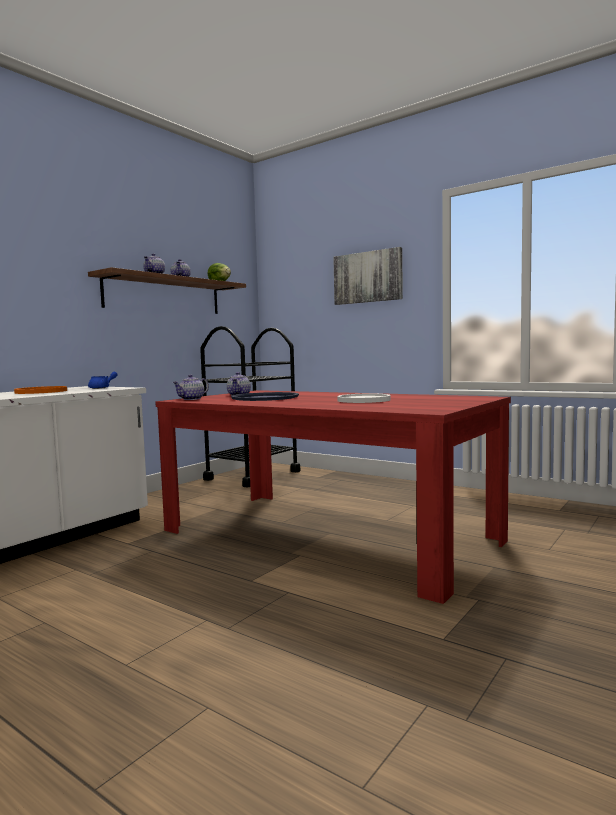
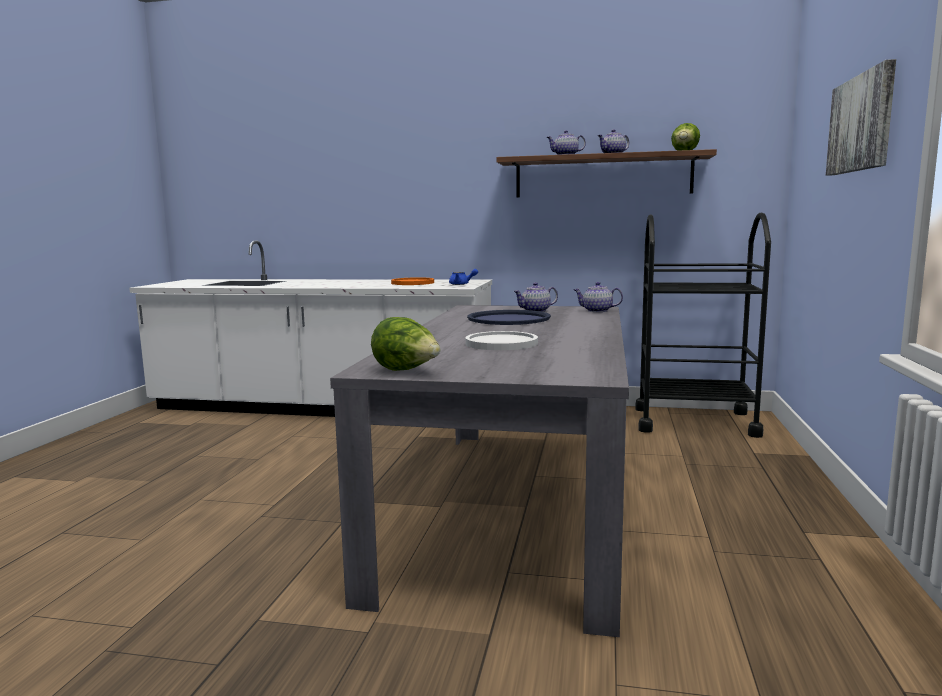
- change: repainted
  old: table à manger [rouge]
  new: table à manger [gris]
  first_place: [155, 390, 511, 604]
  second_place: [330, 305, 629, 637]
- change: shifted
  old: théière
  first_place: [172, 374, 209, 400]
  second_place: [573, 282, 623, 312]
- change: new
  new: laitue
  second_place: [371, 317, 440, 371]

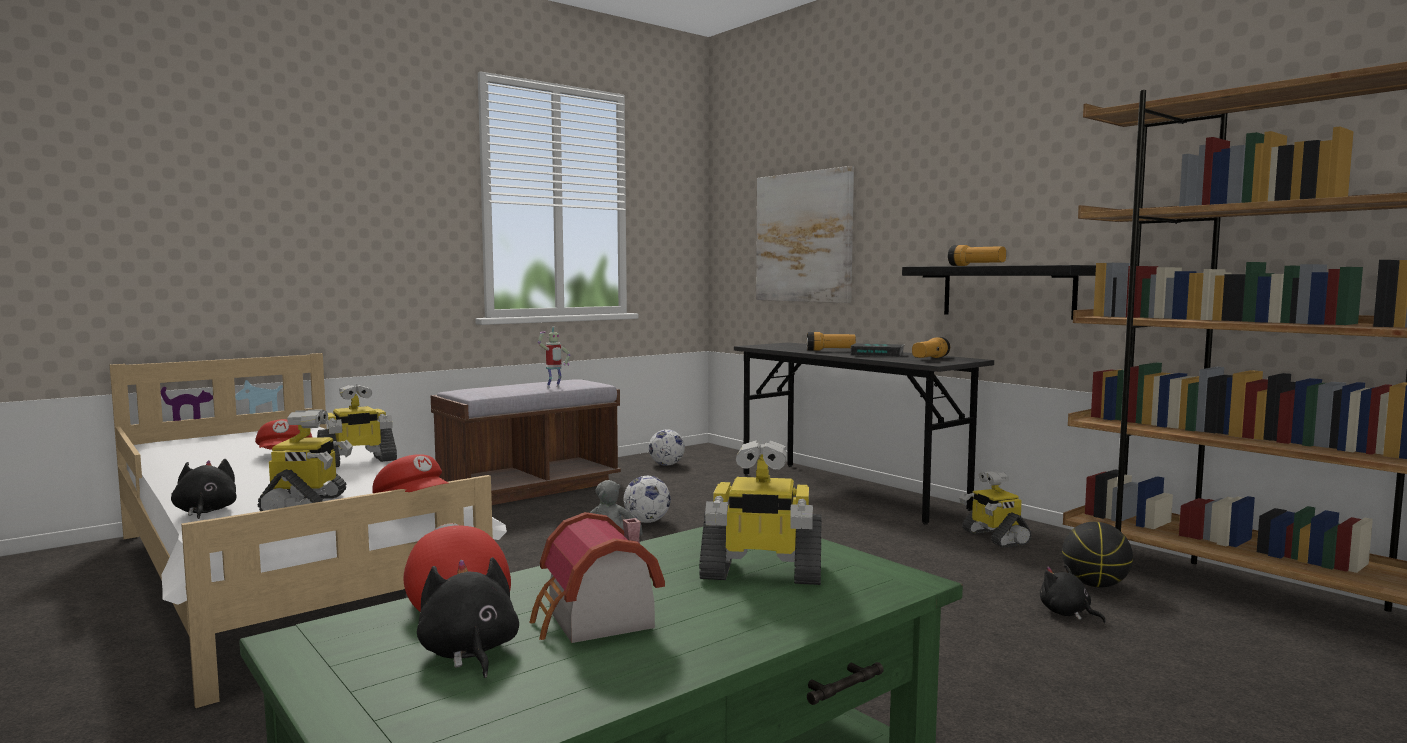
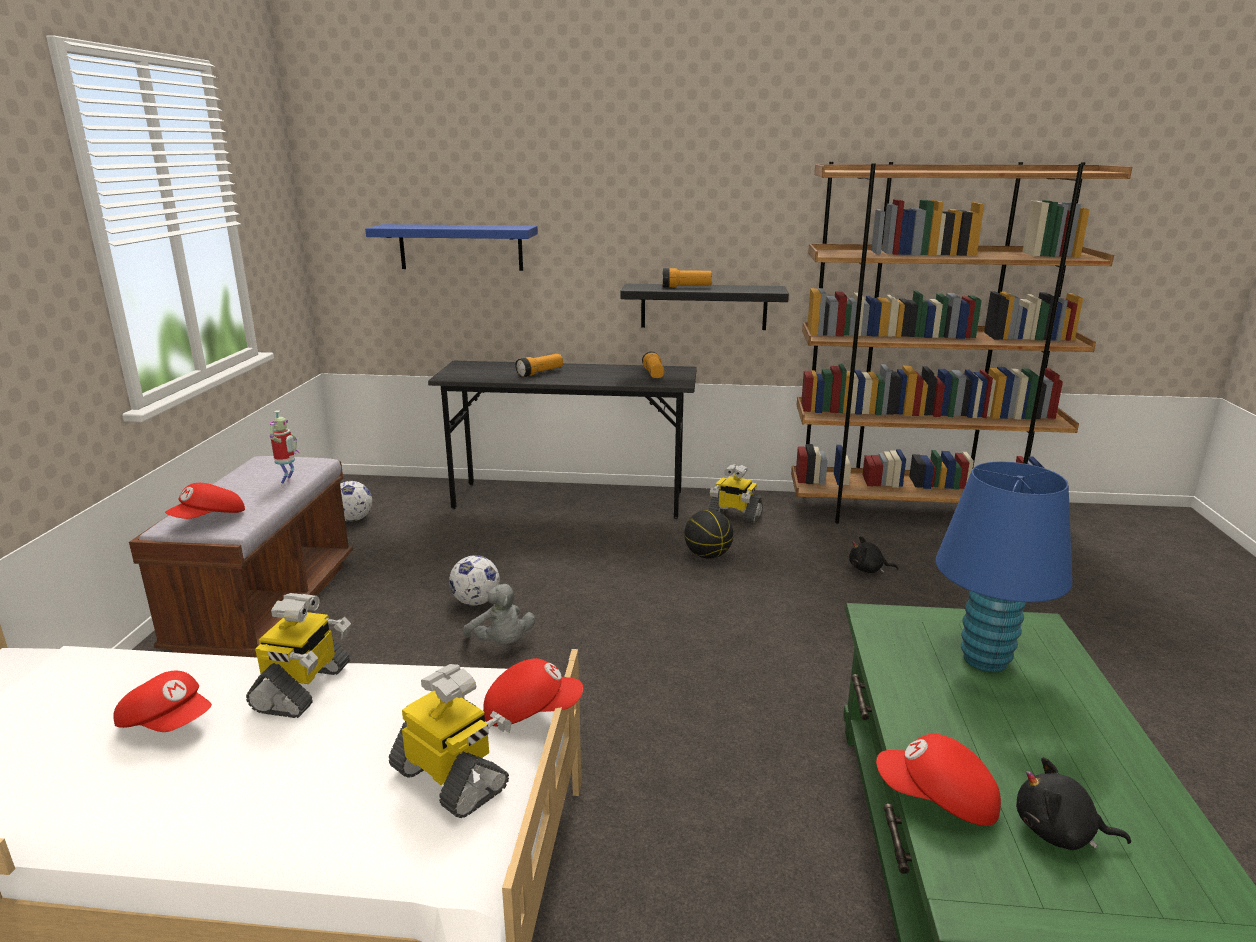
- change: gone
  old: peluche [noir]
  first_place: [171, 459, 237, 519]
- change: gone
  old: maison miniature
  first_place: [529, 512, 665, 643]
- change: swapped
  old: robot jouet
  new: lampe de table [bleu]
  first_place: [699, 440, 822, 585]
  second_place: [936, 462, 1072, 672]
- change: swapped
  old: tableau
  new: étagère [bleu]
  first_place: [756, 166, 854, 303]
  second_place: [365, 224, 538, 271]
- change: gone
  old: livre
  first_place: [851, 343, 904, 357]
- change: shifted
  old: ballon de basket
  first_place: [1062, 522, 1133, 587]
  second_place: [684, 510, 733, 559]
- change: new
  new: casquette [rouge]
  second_place: [165, 483, 245, 519]

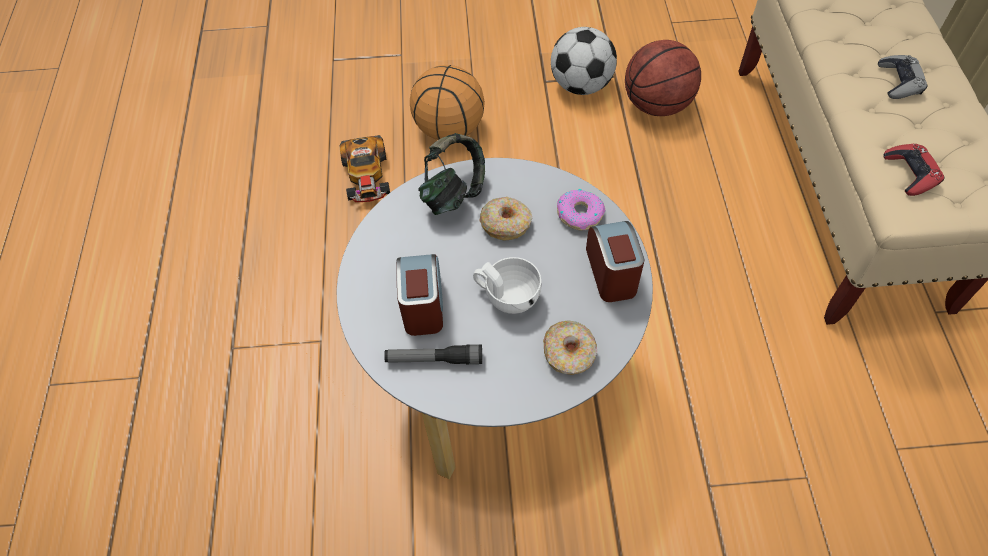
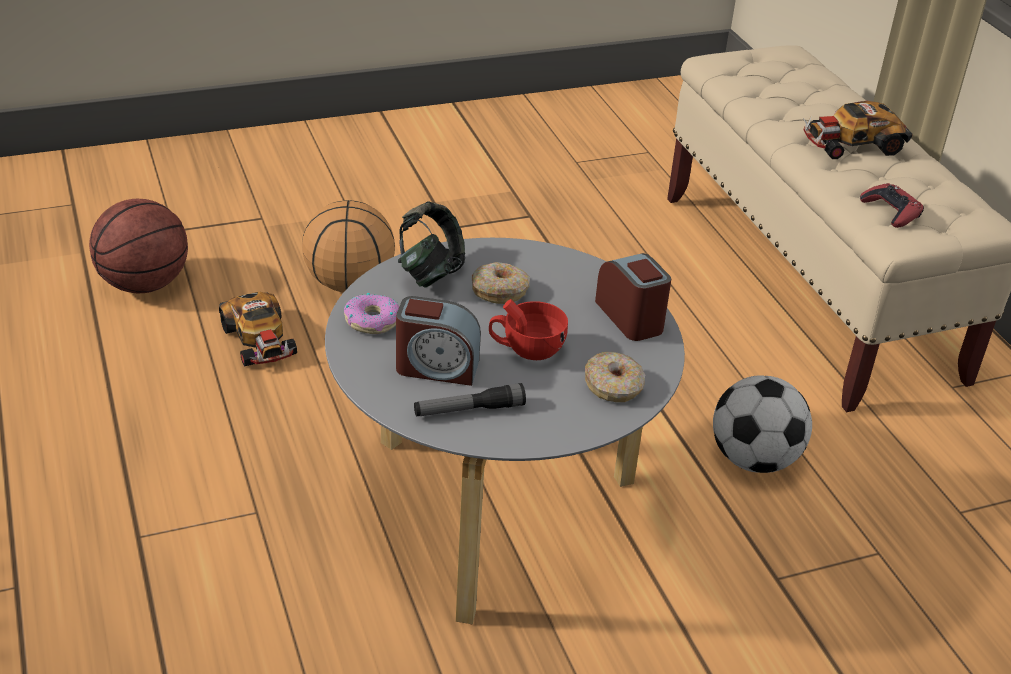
- change: rotated
  old: réveil
  first_place: [396, 254, 443, 336]
  second_place: [396, 296, 481, 386]
  degrees: 120
- change: repainted
  old: tasse [blanc]
  new: tasse [rouge]
  first_place: [473, 257, 541, 314]
  second_place: [489, 299, 568, 360]
- change: shifted
  old: ballon de foot
  first_place: [551, 27, 617, 95]
  second_place: [713, 375, 812, 473]
- change: shifted
  old: beignet
  first_place: [557, 189, 605, 230]
  second_place: [344, 293, 399, 334]
- change: shifted
  old: ballon de basket
  first_place: [625, 40, 701, 116]
  second_place: [89, 199, 188, 293]
- change: swapped
  old: manette [gris]
  new: petite voiture
  first_place: [878, 55, 927, 99]
  second_place: [803, 101, 912, 159]

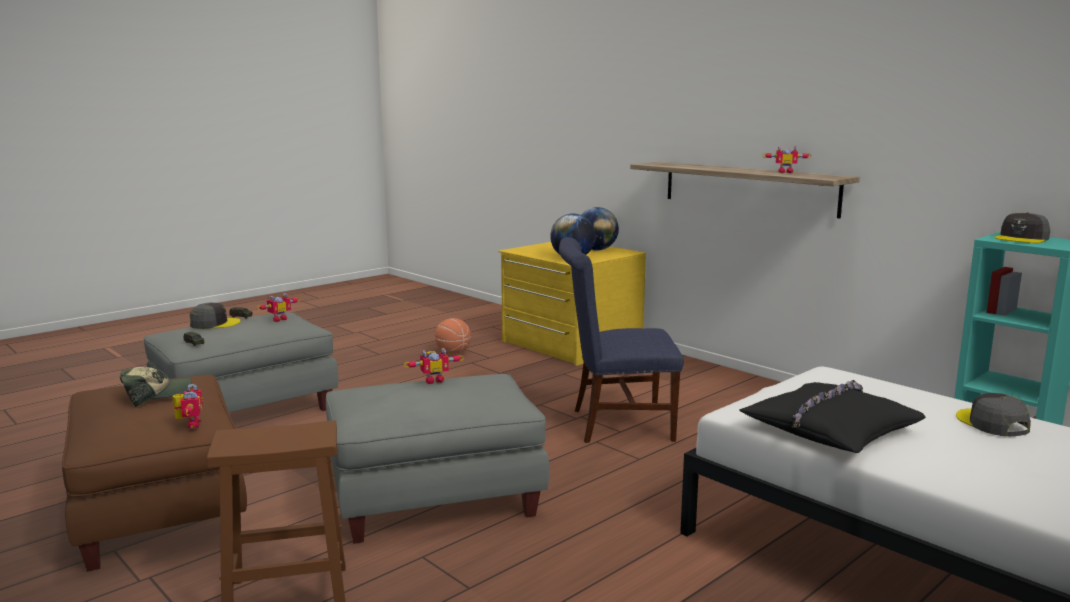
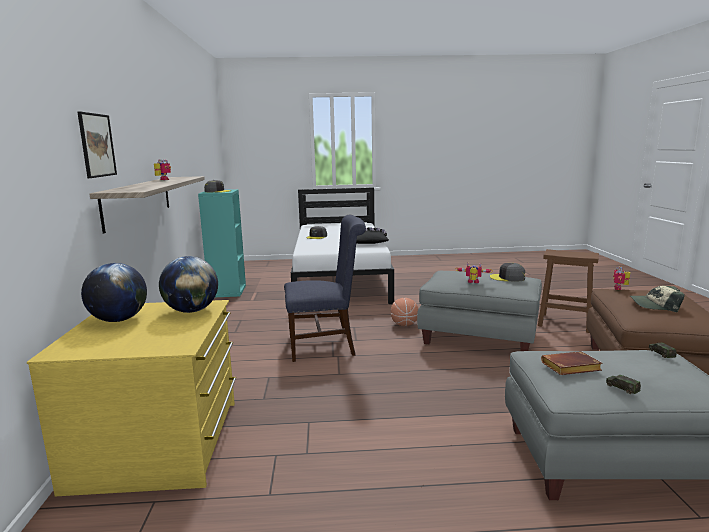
- change: shifted
  old: casquette [gris]
  first_place: [189, 303, 241, 329]
  second_place: [490, 263, 525, 282]
- change: swapped
  old: robot jouet
  new: livre [marron]
  first_place: [257, 293, 300, 322]
  second_place: [541, 351, 603, 375]
- change: shifted
  old: ballon de basket
  first_place: [435, 318, 471, 354]
  second_place: [391, 298, 418, 326]
- change: rotated
  old: chaise [bleu]
  first_place: [559, 237, 684, 443]
  second_place: [284, 215, 366, 362]
  degrees: -45
- change: new
  new: tableau
  second_place: [77, 112, 117, 178]

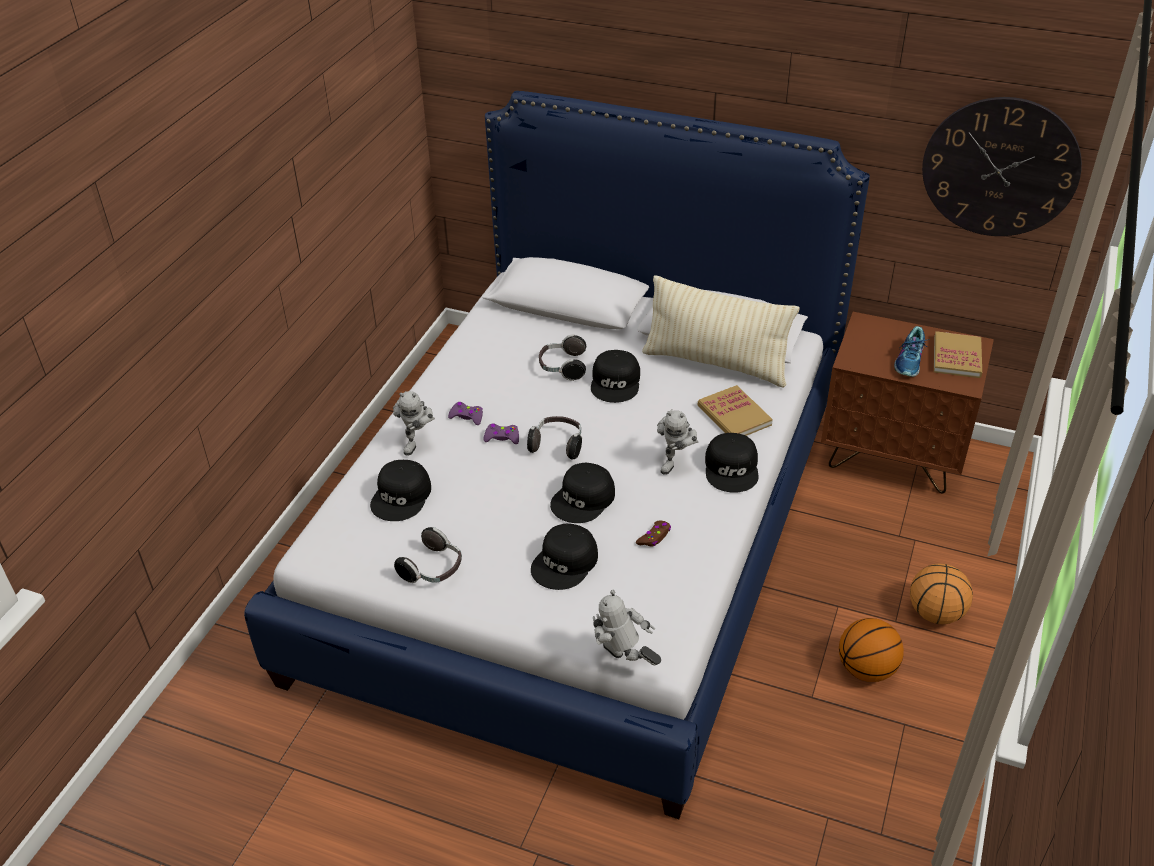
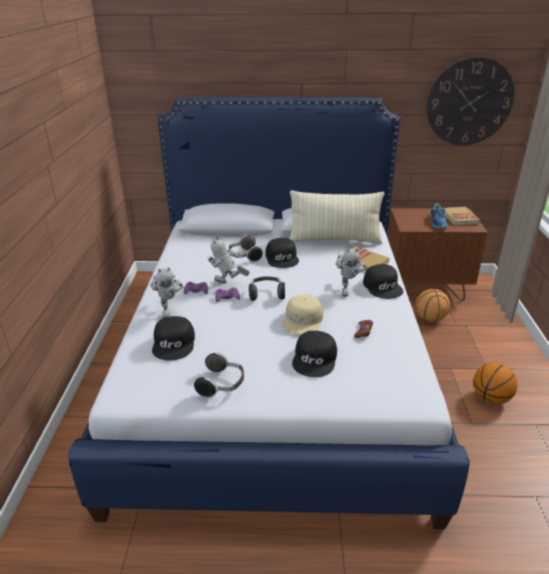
- change: repainted
  old: casquette [noir]
  new: casquette [beige]
  first_place: [550, 463, 615, 523]
  second_place: [282, 295, 323, 335]
- change: shifted
  old: robot jouet
  first_place: [593, 590, 661, 665]
  second_place: [207, 236, 250, 284]
- change: shifted
  old: ballon de basket
  first_place: [910, 563, 973, 624]
  second_place: [416, 289, 450, 322]

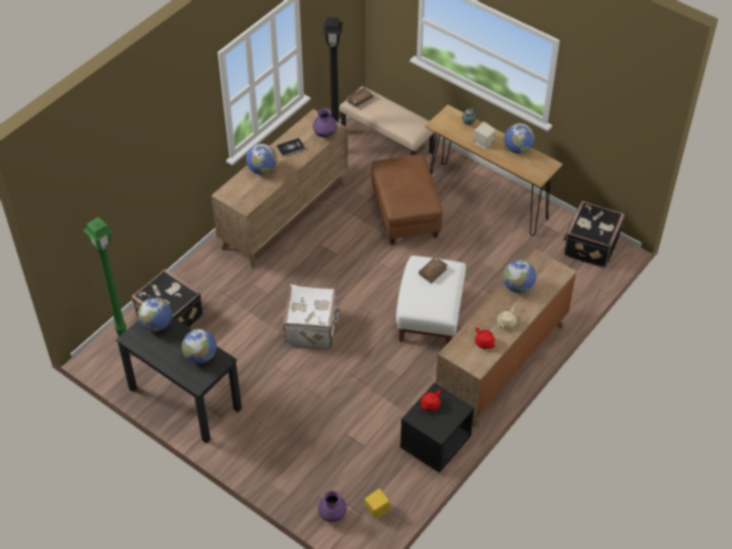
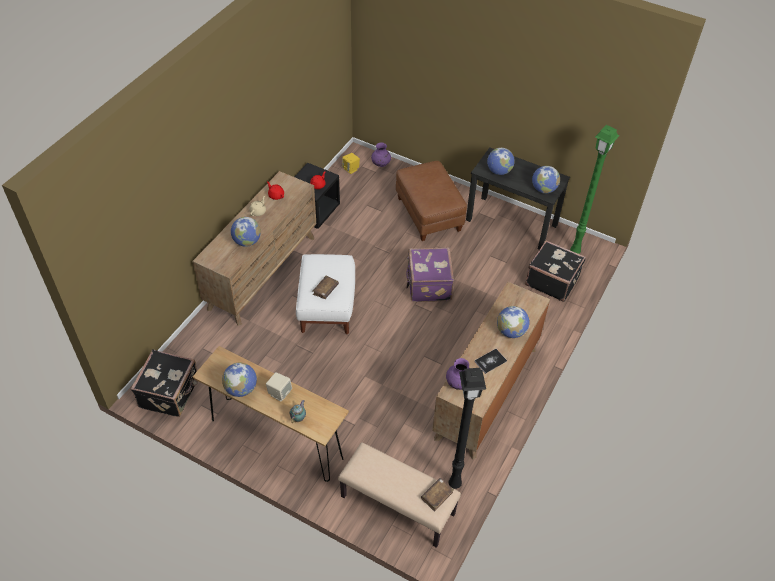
- change: repainted
  old: valise [blanc]
  new: valise [violet]
  first_place: [283, 284, 340, 348]
  second_place: [406, 248, 454, 302]
- change: shifted
  old: pouf [marron]
  first_place: [371, 154, 443, 245]
  second_place: [396, 161, 467, 241]

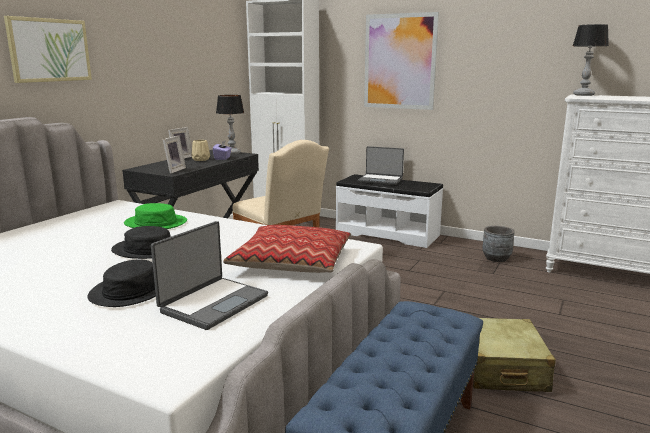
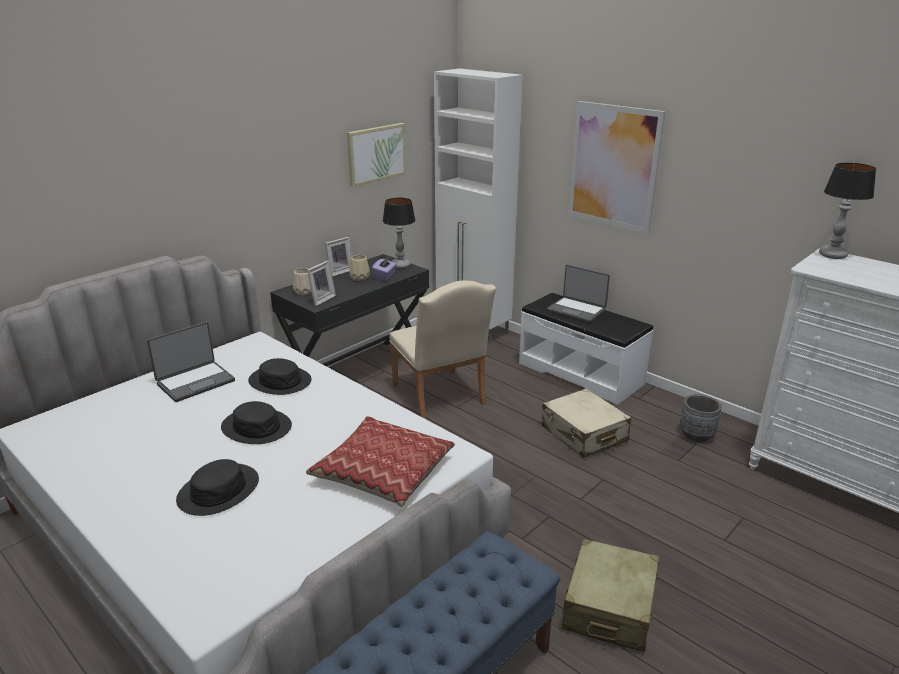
- change: shifted
  old: tableau
  first_place: [4, 16, 92, 83]
  second_place: [347, 123, 406, 187]
- change: repainted
  old: chapeau [vert]
  new: chapeau [noir]
  first_place: [124, 203, 187, 229]
  second_place: [248, 358, 312, 395]
- change: shifted
  old: ordinateur portable
  first_place: [151, 221, 268, 330]
  second_place: [147, 322, 235, 402]
- change: new
  new: vase [beige]
  second_place: [293, 268, 312, 296]
- change: new
  new: valise [beige]
  second_place: [542, 389, 631, 458]

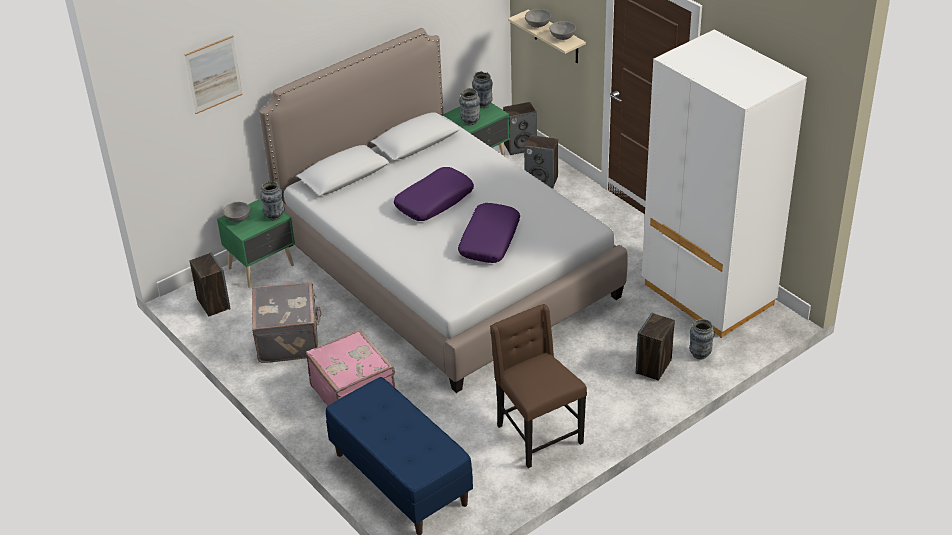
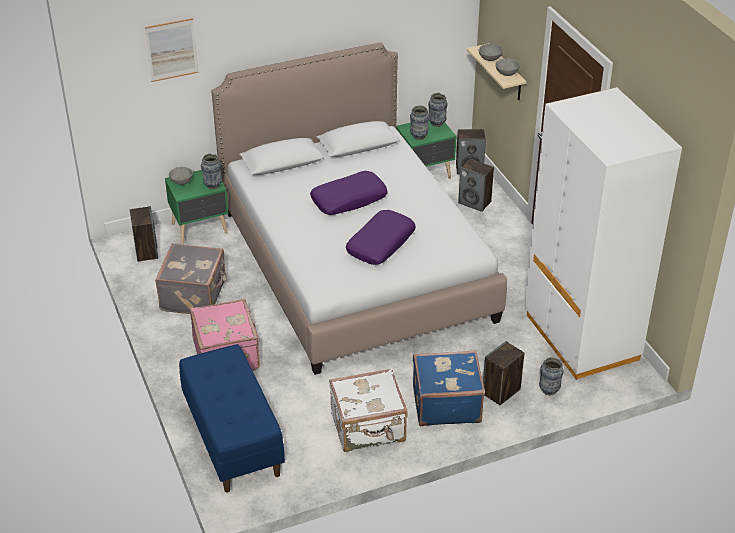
- change: swapped
  old: chaise [marron]
  new: valise [blanc]
  first_place: [490, 304, 587, 468]
  second_place: [329, 368, 408, 452]
- change: new
  new: valise [bleu]
  second_place: [413, 350, 485, 426]

